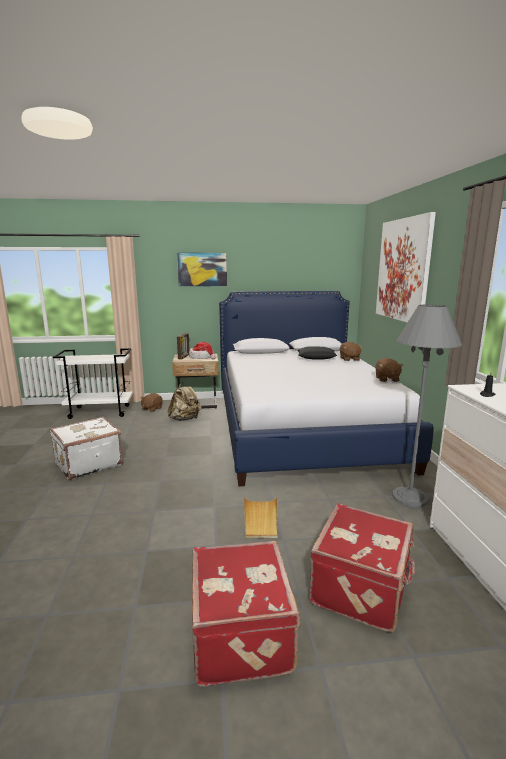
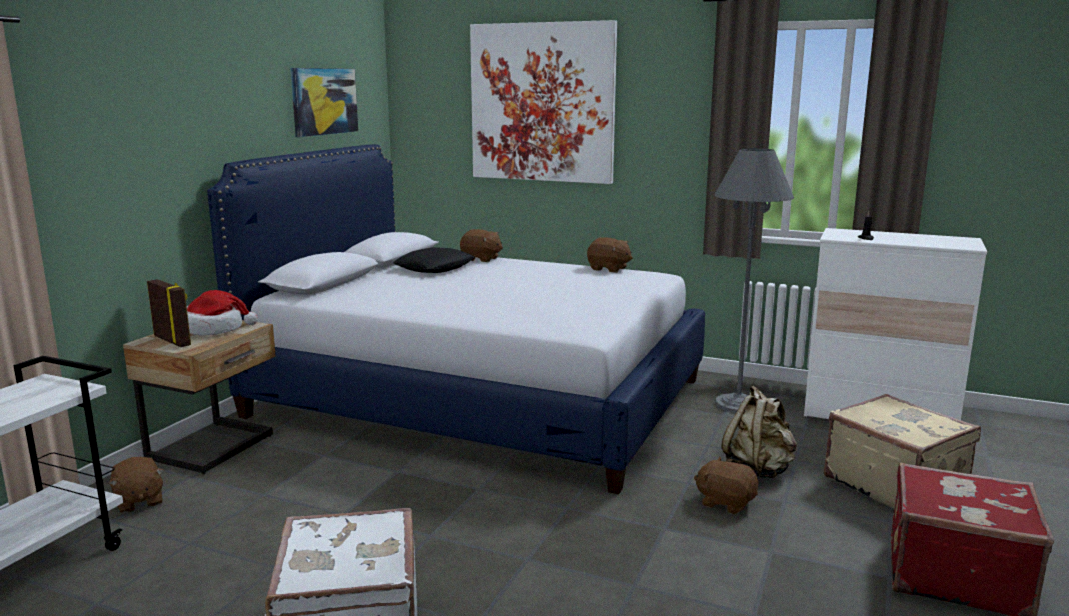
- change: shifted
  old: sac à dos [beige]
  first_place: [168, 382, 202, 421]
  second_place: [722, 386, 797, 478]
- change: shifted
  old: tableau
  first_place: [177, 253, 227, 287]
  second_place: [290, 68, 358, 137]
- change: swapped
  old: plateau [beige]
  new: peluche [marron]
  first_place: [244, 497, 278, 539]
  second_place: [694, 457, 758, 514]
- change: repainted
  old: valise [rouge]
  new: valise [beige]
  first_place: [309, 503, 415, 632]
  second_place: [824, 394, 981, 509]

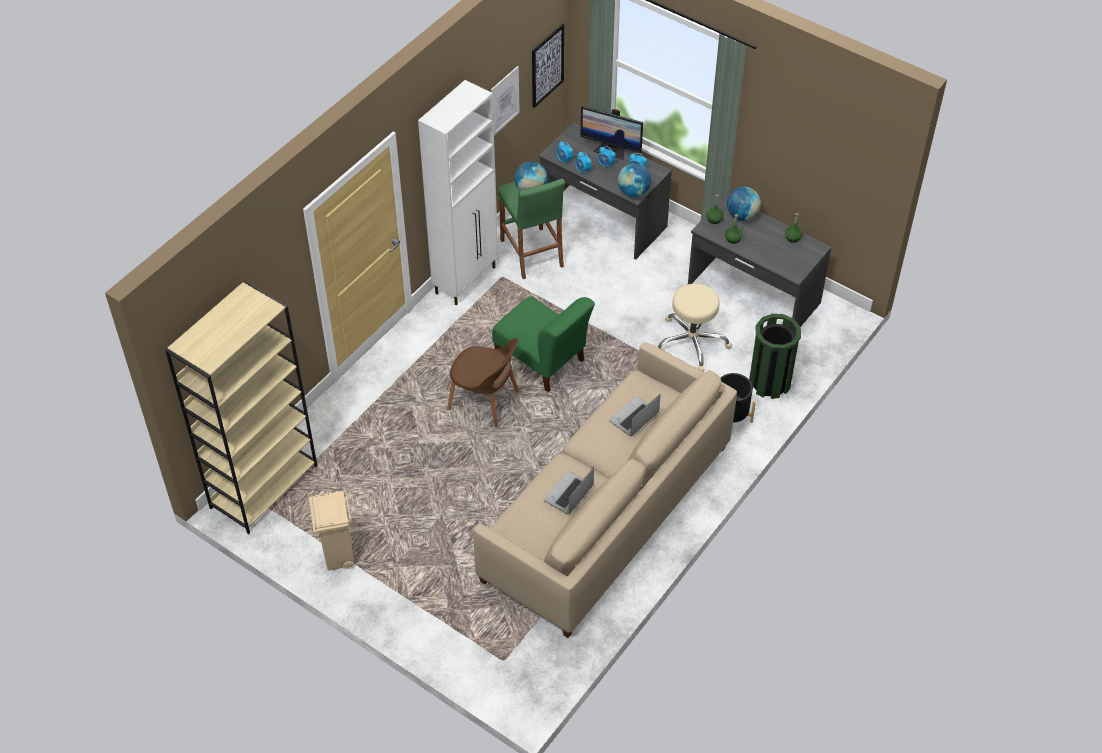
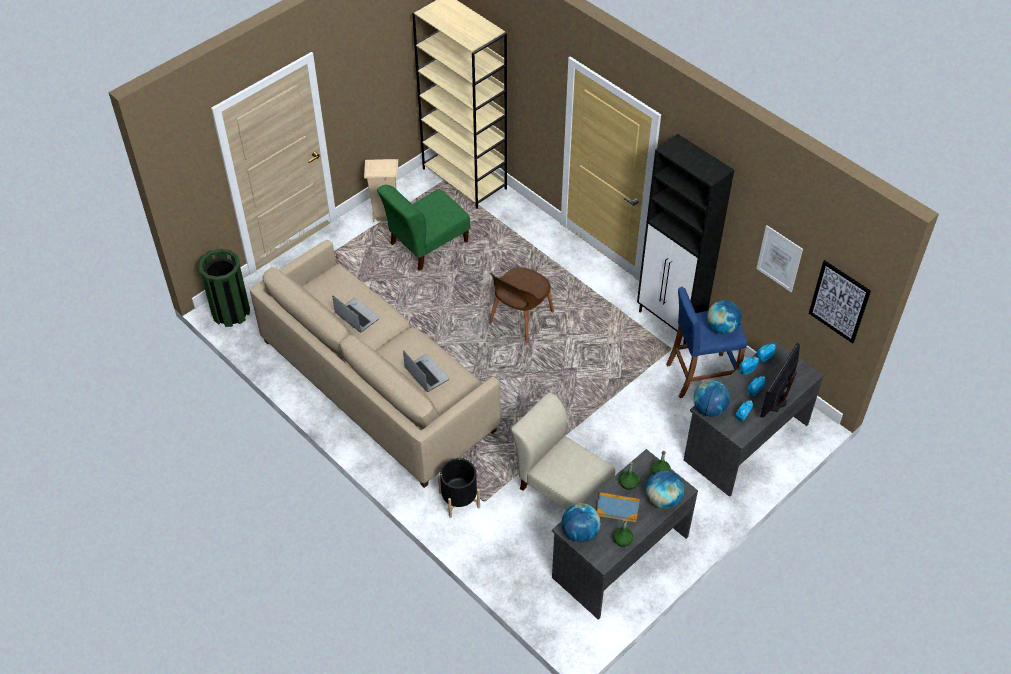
- change: repainted
  old: meuble de rangement [blanc]
  new: meuble de rangement [noir]
  first_place: [418, 80, 498, 306]
  second_place: [637, 134, 734, 344]
- change: shifted
  old: chaise [vert]
  first_place: [492, 296, 595, 392]
  second_place: [377, 185, 470, 271]
- change: repainted
  old: tabouret [vert]
  new: tabouret [bleu]
  first_place: [498, 179, 565, 279]
  second_place: [666, 287, 747, 398]
- change: swapped
  old: tabouret [beige]
  new: chaise [beige]
  first_place: [658, 284, 732, 372]
  second_place: [511, 392, 615, 510]
- change: shifted
  old: poubelle [vert]
  first_place: [749, 314, 801, 399]
  second_place: [198, 249, 250, 327]
- change: new
  new: globe
  second_place: [562, 503, 600, 542]
- change: new
  new: livre
  second_place: [596, 493, 640, 523]

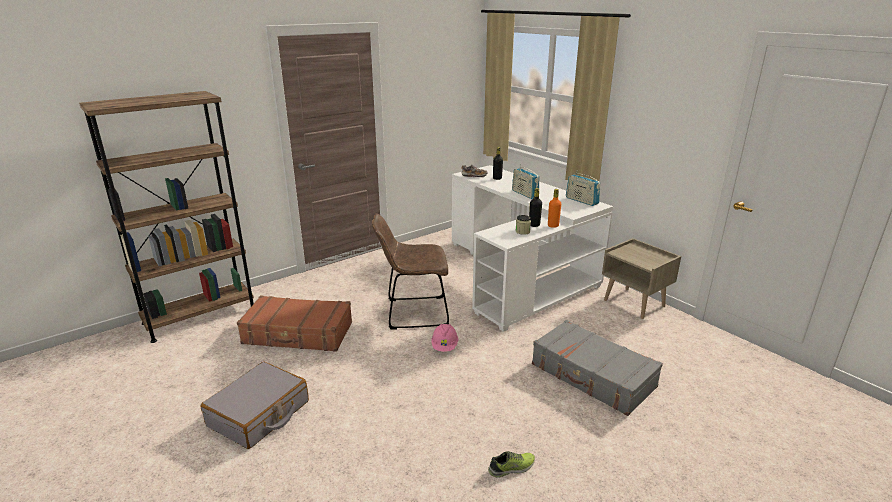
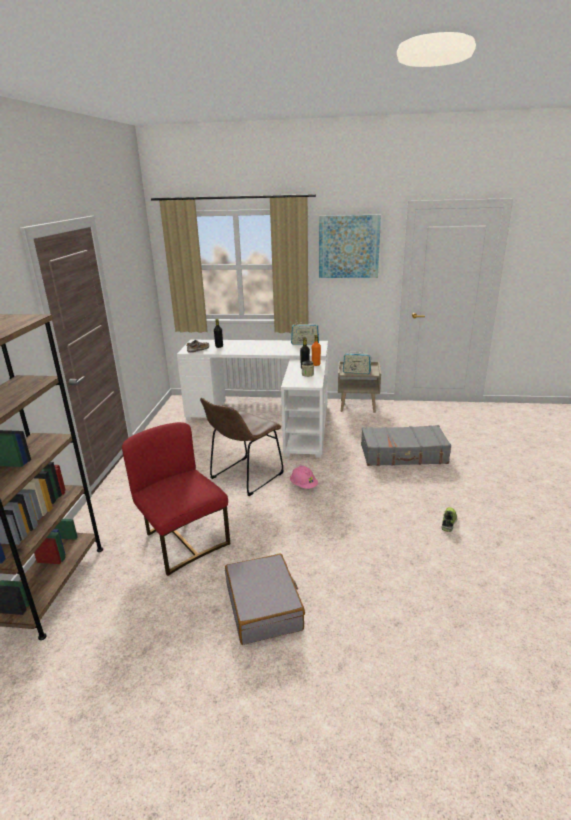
- change: swapped
  old: valise [marron]
  new: chaise [rouge]
  first_place: [237, 295, 352, 352]
  second_place: [122, 422, 230, 576]
- change: shifted
  old: radio
  first_place: [512, 164, 539, 199]
  second_place: [343, 352, 371, 374]
- change: new
  new: tableau
  second_place: [319, 215, 381, 278]

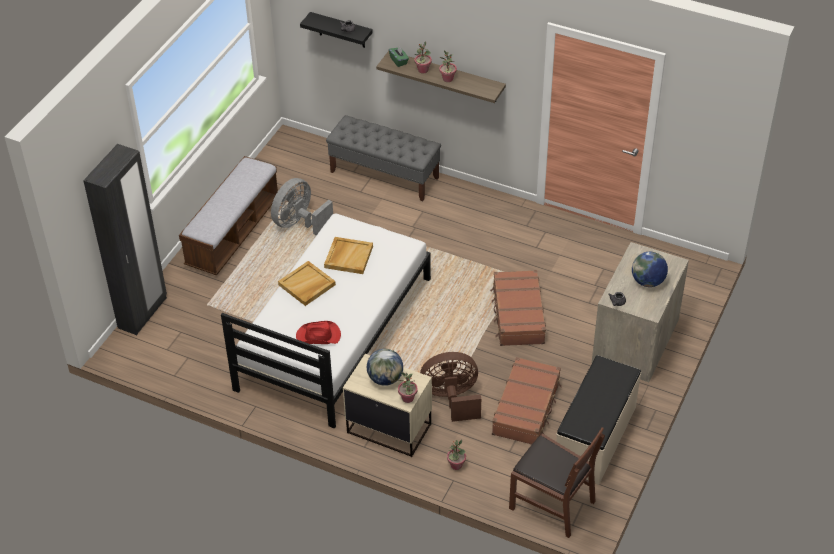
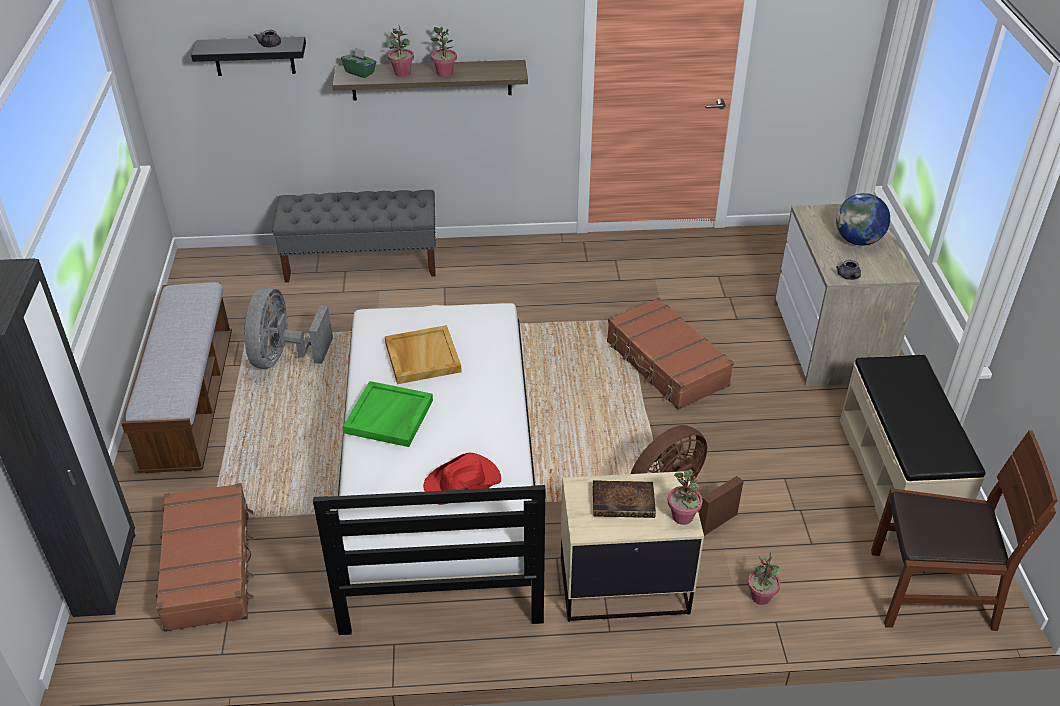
- change: repainted
  old: plateau [beige]
  new: plateau [vert]
  first_place: [278, 261, 336, 306]
  second_place: [343, 381, 433, 447]
- change: swapped
  old: globe
  new: livre
  first_place: [367, 349, 403, 386]
  second_place: [593, 480, 656, 518]
- change: shifted
  old: valise [marron]
  first_place: [492, 357, 562, 444]
  second_place: [156, 483, 254, 632]

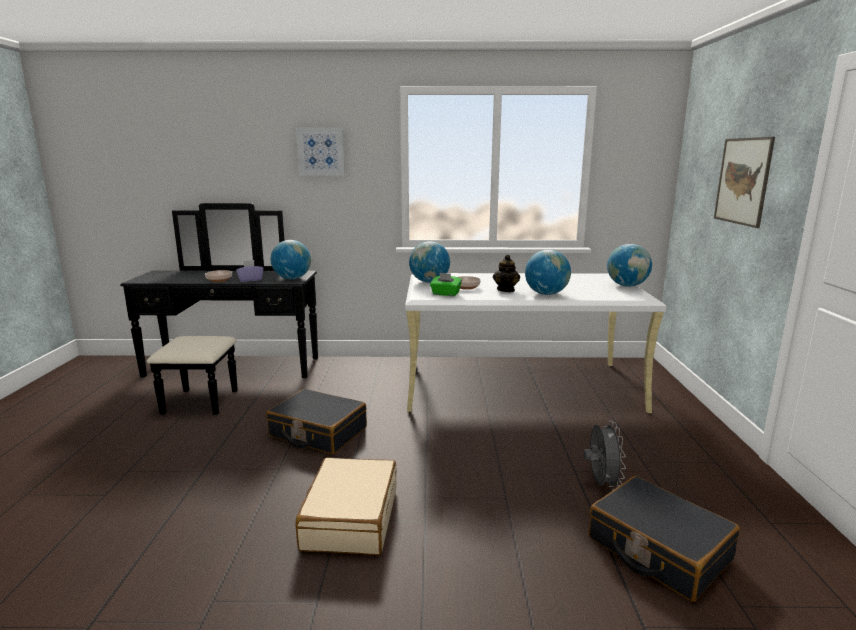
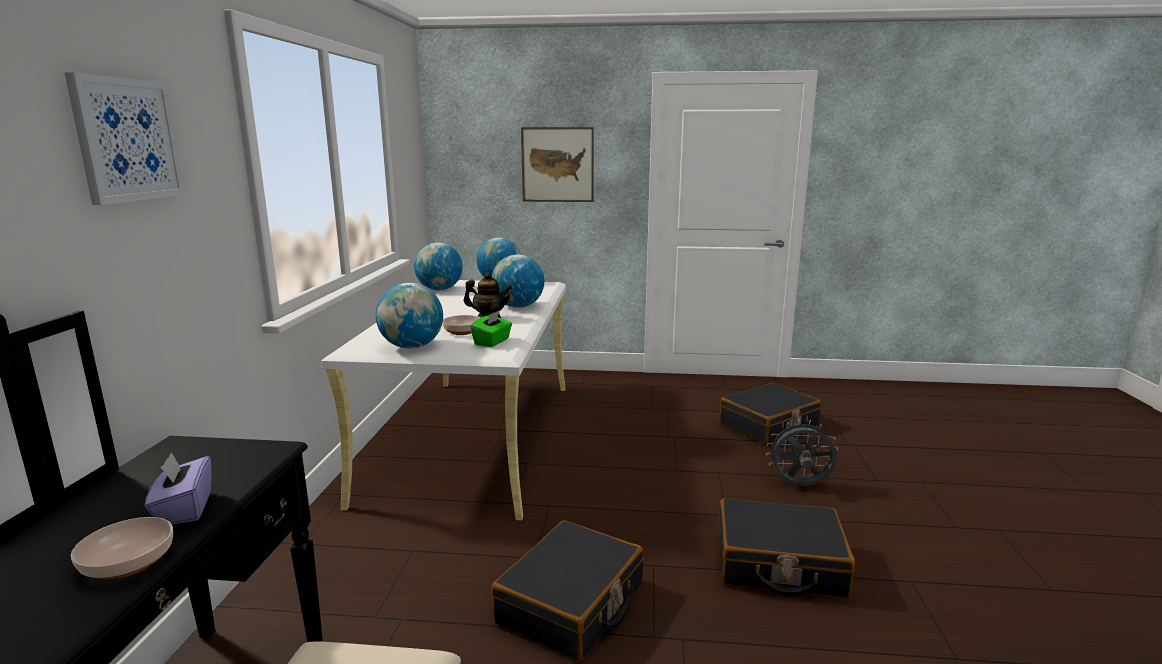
- change: shifted
  old: globe
  first_place: [271, 240, 311, 279]
  second_place: [414, 242, 463, 290]
- change: repainted
  old: valise [beige]
  new: valise [noir]
  first_place: [296, 458, 397, 555]
  second_place: [719, 498, 855, 599]
- change: shifted
  old: ventilateur [gris]
  first_place: [584, 421, 626, 490]
  second_place: [766, 419, 838, 486]

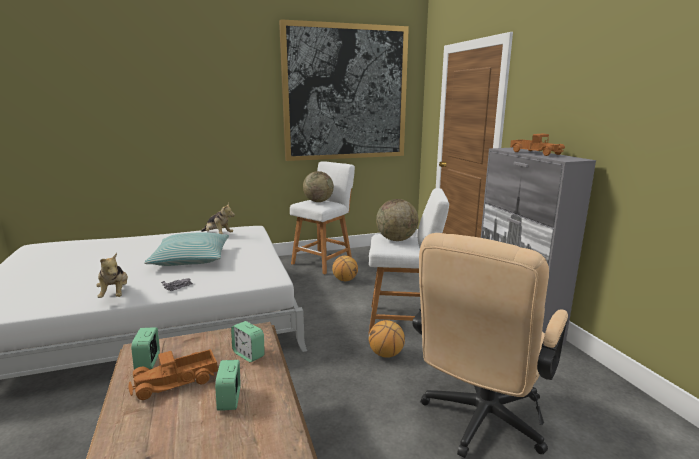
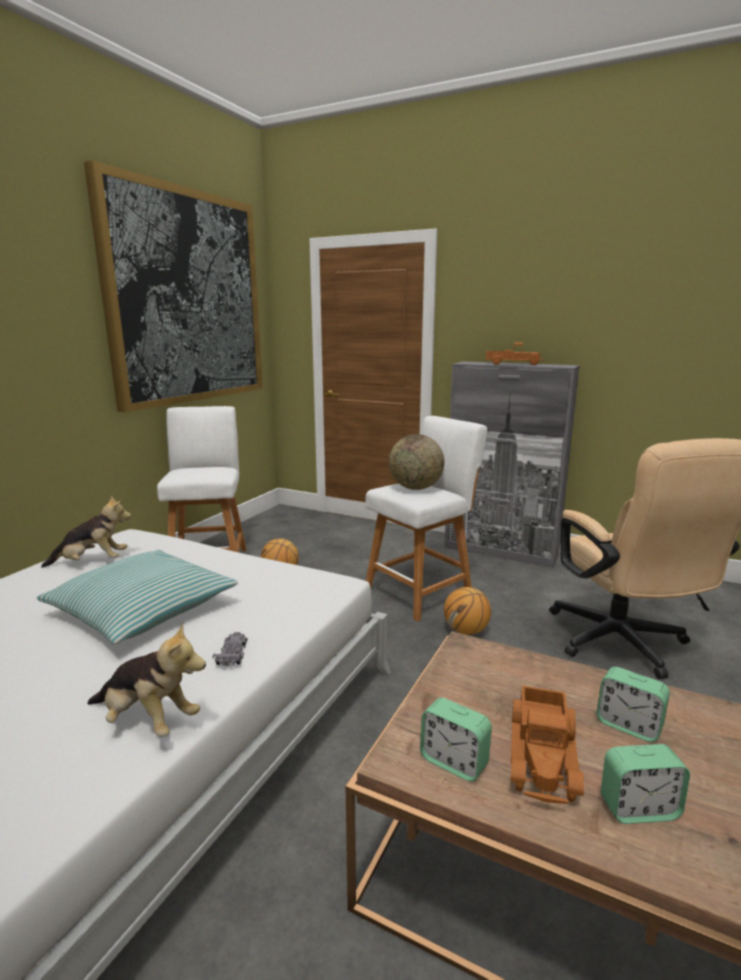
- change: shifted
  old: réveil
  first_place: [231, 321, 265, 362]
  second_place: [601, 744, 690, 824]
- change: gone
  old: globe
  first_place: [303, 171, 334, 202]

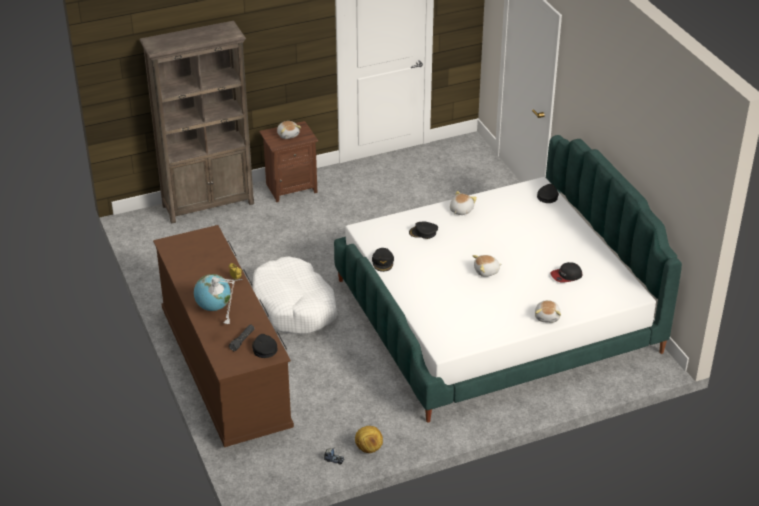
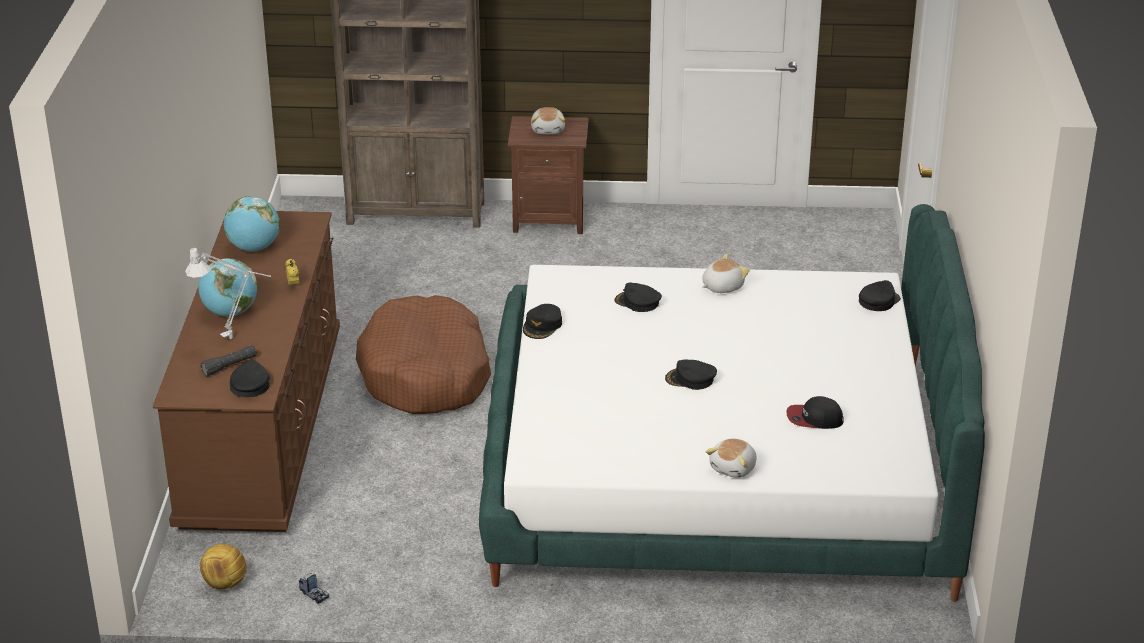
- change: repainted
  old: panier pour chien [blanc]
  new: panier pour chien [marron]
  first_place: [253, 257, 337, 334]
  second_place: [356, 295, 491, 414]
- change: shifted
  old: ballon de foot
  first_place: [355, 426, 383, 453]
  second_place: [200, 544, 246, 590]
- change: swapped
  old: peluche
  new: casquette [noir]
  first_place: [472, 255, 502, 277]
  second_place: [665, 359, 717, 390]
- change: new
  new: globe
  second_place: [224, 196, 280, 251]

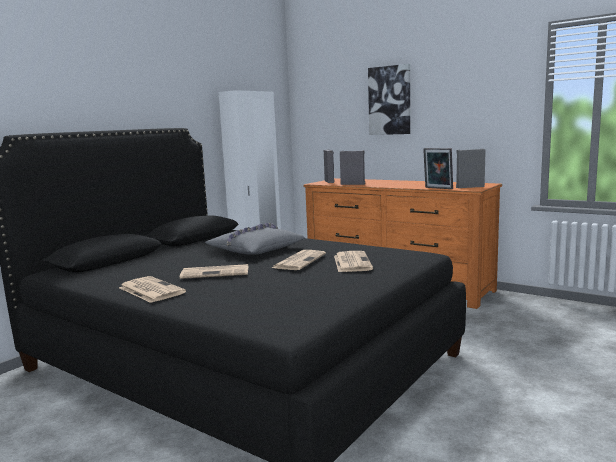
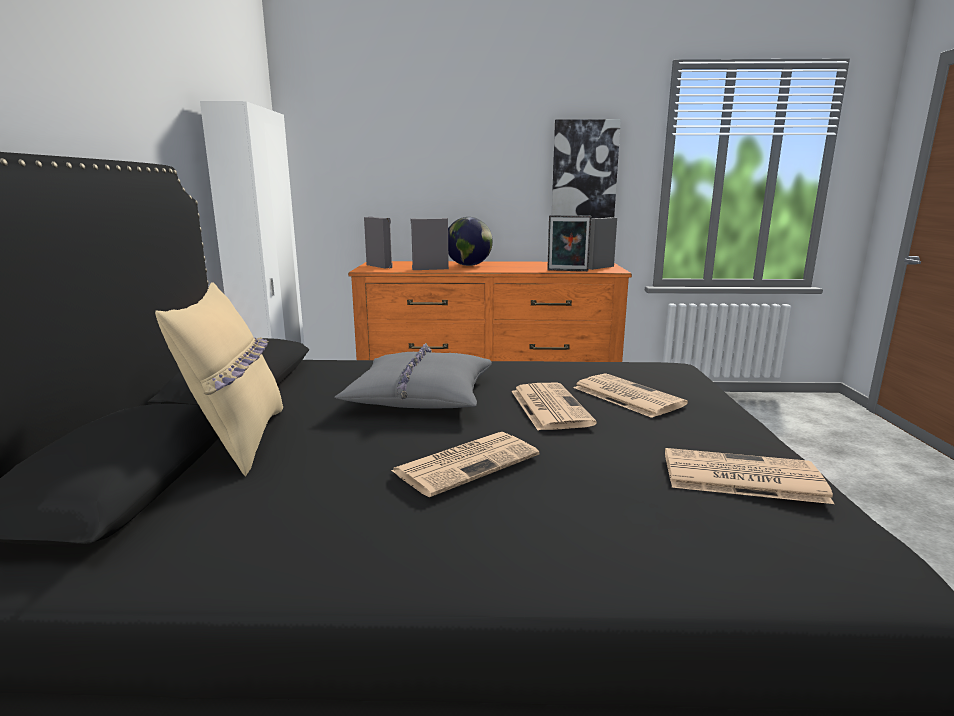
- change: shifted
  old: journal
  first_place: [119, 276, 186, 303]
  second_place: [665, 448, 834, 504]
- change: shifted
  old: tableau
  first_place: [368, 64, 410, 135]
  second_place: [552, 119, 621, 219]
- change: new
  new: coussin [beige]
  second_place: [155, 282, 283, 477]
- change: new
  new: globe
  second_place: [448, 217, 493, 266]

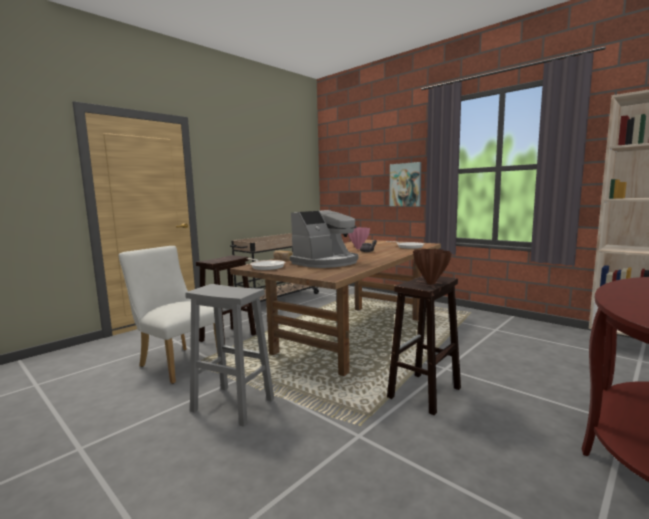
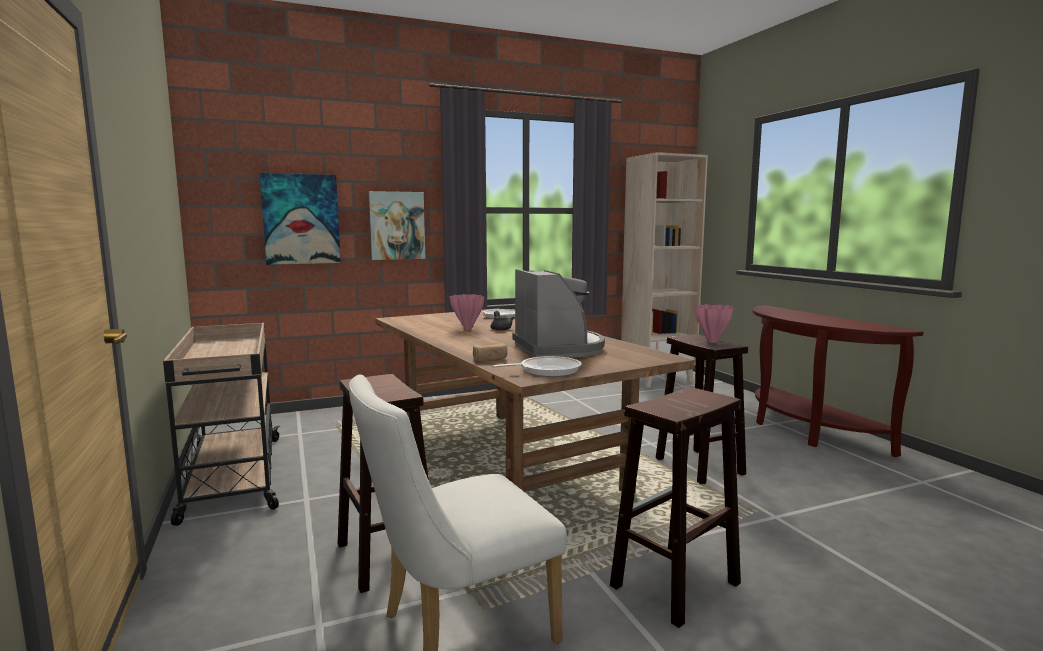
- change: repainted
  old: tabouret [gris]
  new: tabouret [marron]
  first_place: [185, 284, 274, 427]
  second_place: [610, 387, 741, 628]
- change: repainted
  old: vase [marron]
  new: vase [rose]
  first_place: [413, 249, 452, 284]
  second_place: [694, 304, 734, 343]
- change: new
  new: tableau
  second_place: [260, 173, 341, 265]

